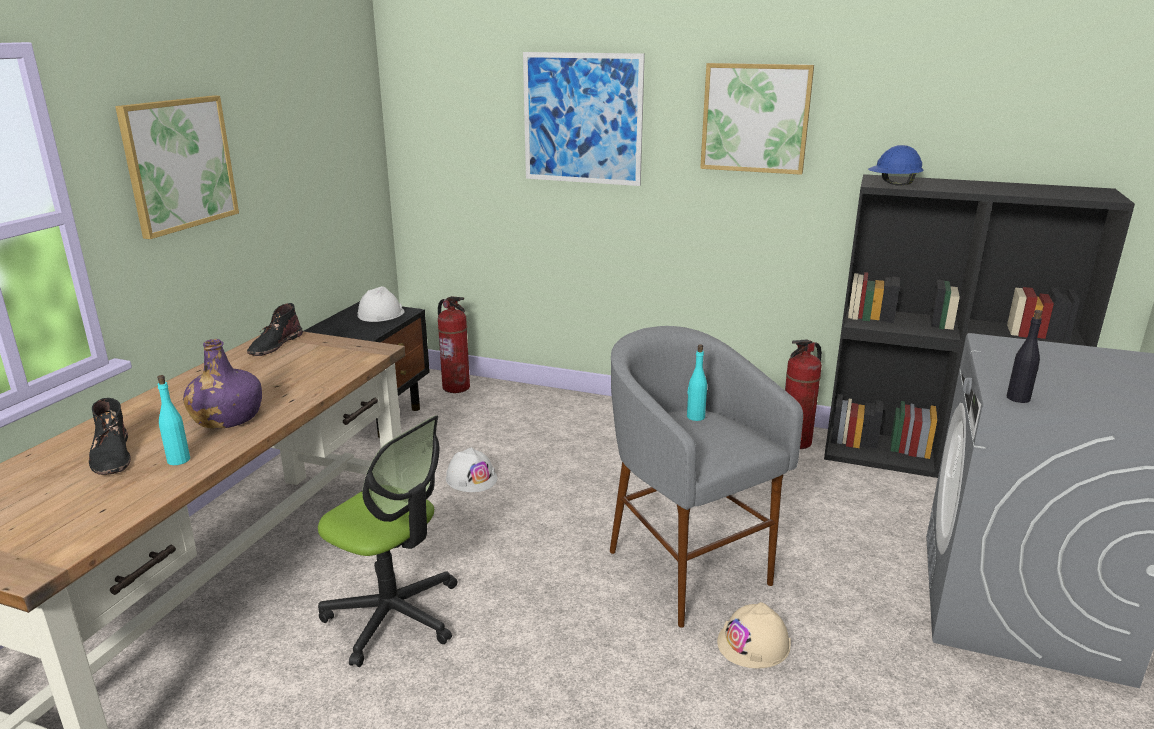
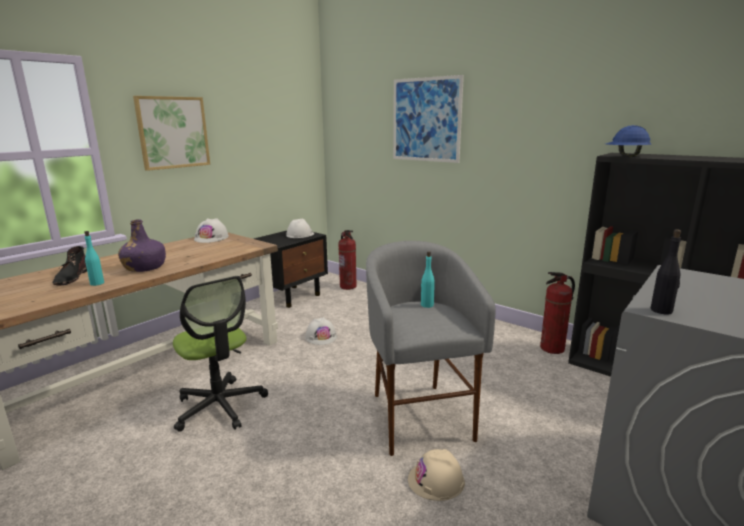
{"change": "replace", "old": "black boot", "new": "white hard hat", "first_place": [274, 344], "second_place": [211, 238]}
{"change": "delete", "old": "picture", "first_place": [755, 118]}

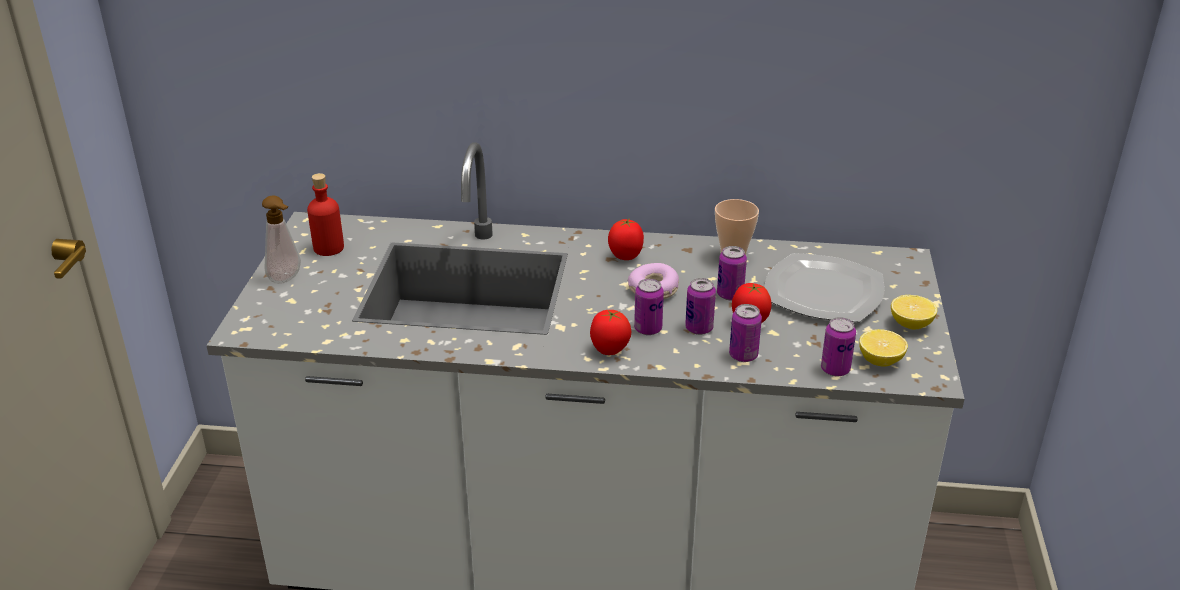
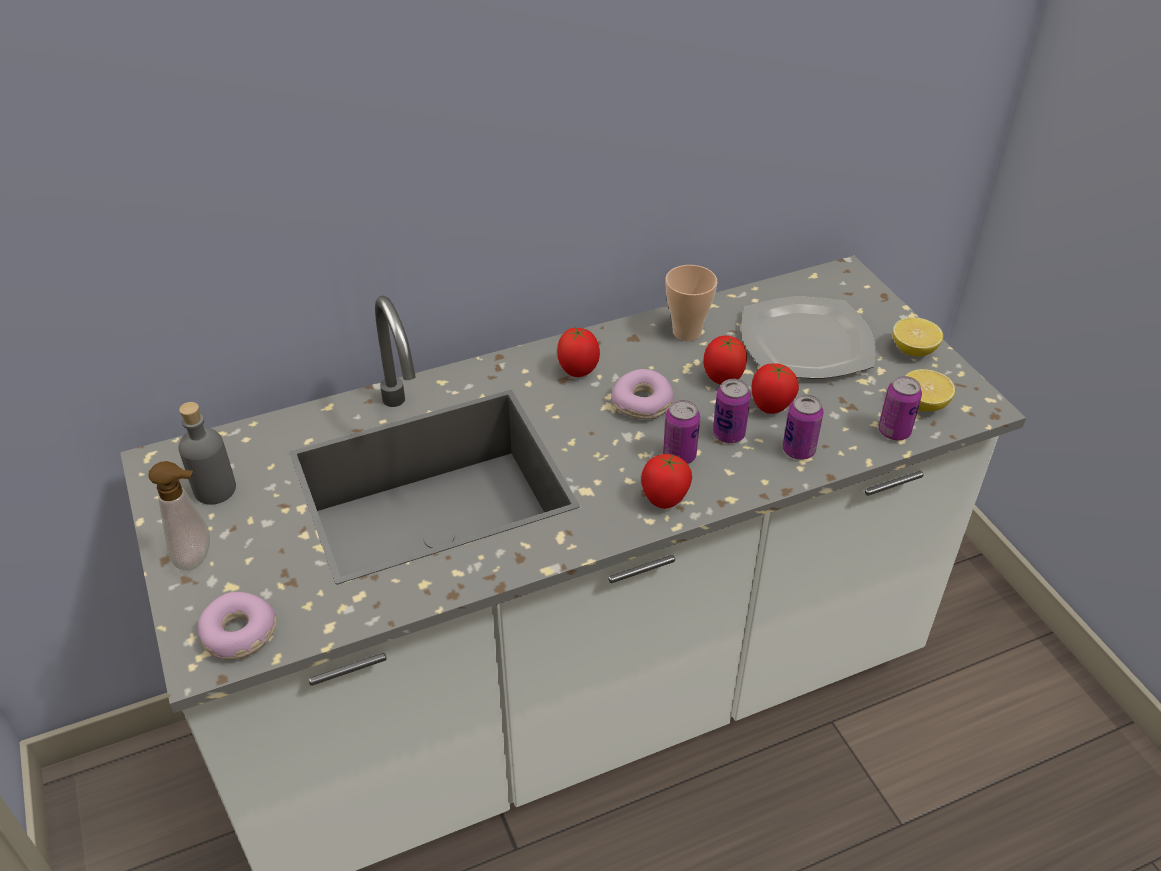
{"change": "recolor", "old": "red bottle", "new": "grey bottle", "first_place": [328, 248], "second_place": [215, 489]}
{"change": "insert", "new": "donut", "second_place": [238, 634]}
{"change": "replace", "old": "can", "new": "tomato", "first_place": [730, 295], "second_place": [722, 379]}

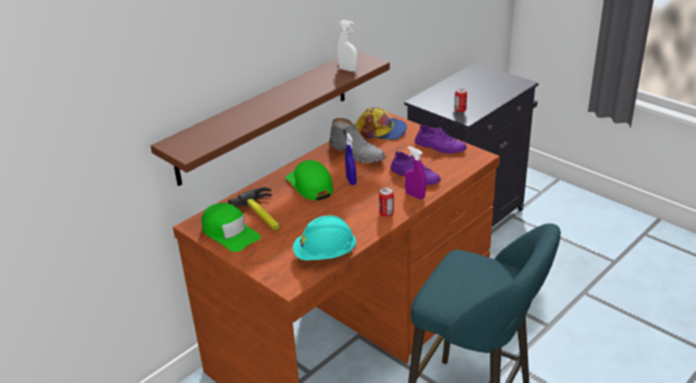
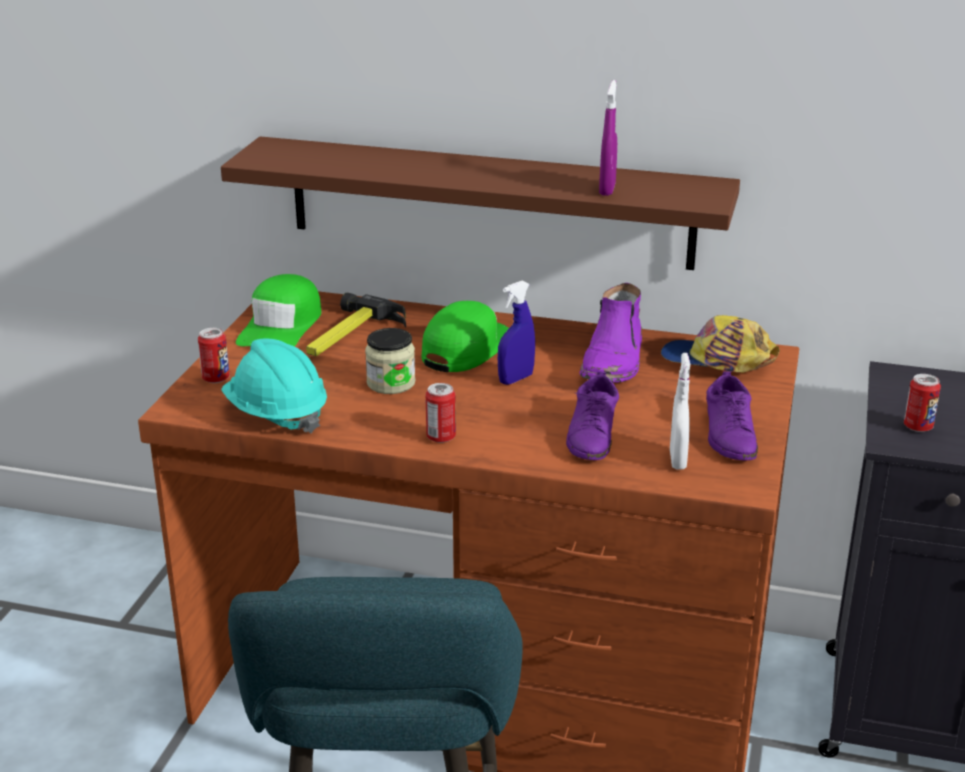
{"change": "insert", "new": "can", "second_place": [216, 378]}
{"change": "insert", "new": "jar", "second_place": [391, 383]}
{"change": "recolor", "old": "grey boot", "new": "purple boot", "first_place": [358, 153], "second_place": [614, 361]}
{"change": "move", "old": "purple spray bottle", "first_place": [415, 196], "second_place": [607, 189]}
{"change": "rotate", "old": "cap", "first_place": [380, 130], "second_place": [717, 361], "degrees": 120}
{"change": "move", "old": "white spray bottle", "first_place": [348, 70], "second_place": [677, 460]}

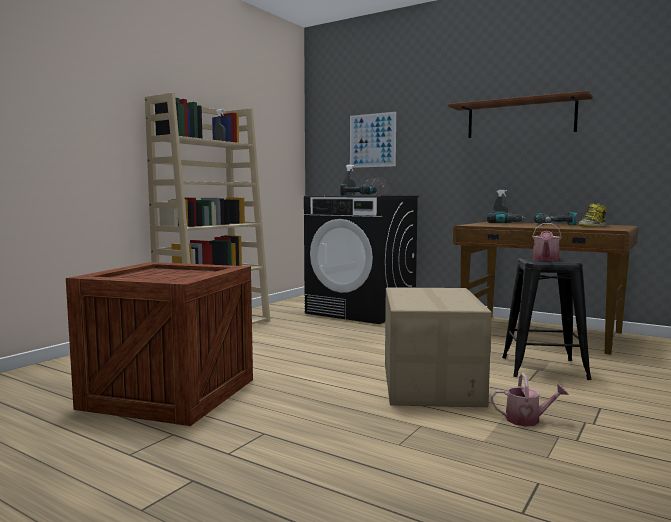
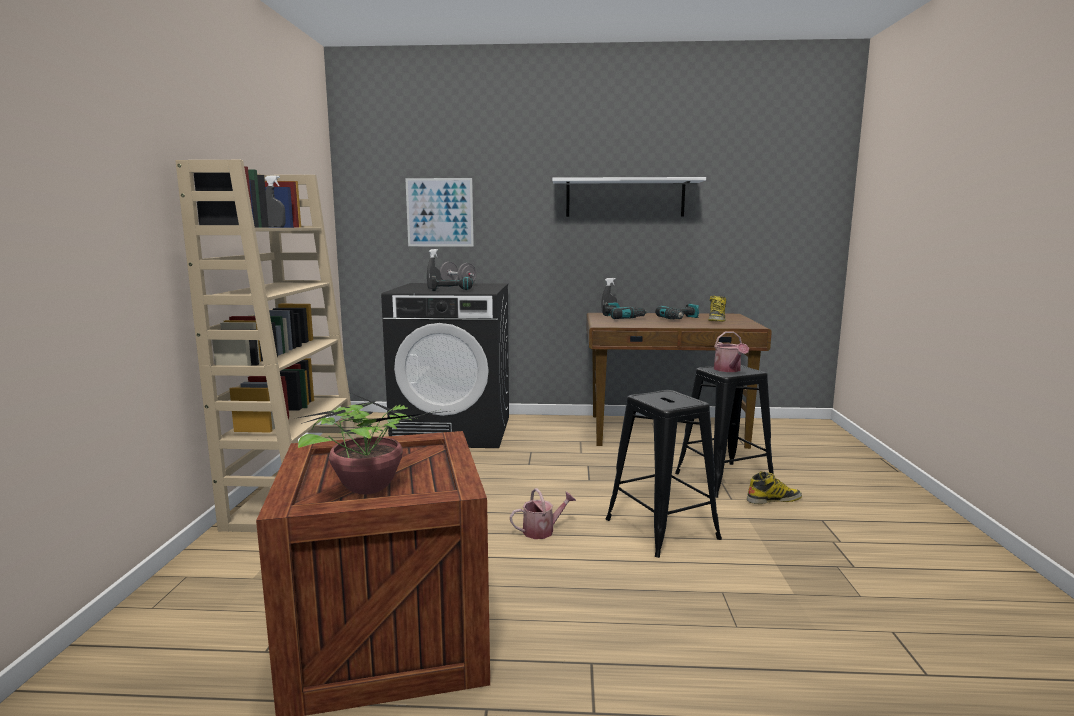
{"change": "insert", "new": "potted plant", "second_place": [367, 486]}
{"change": "move", "old": "watering can", "first_place": [527, 420], "second_place": [542, 530]}
{"change": "recolor", "old": "brown shelf", "new": "white shelf", "first_place": [520, 118], "second_place": [625, 198]}
{"change": "replace", "old": "cardboard box", "new": "black stool", "first_place": [432, 384], "second_place": [661, 528]}
{"change": "insert", "new": "boot", "second_place": [773, 499]}

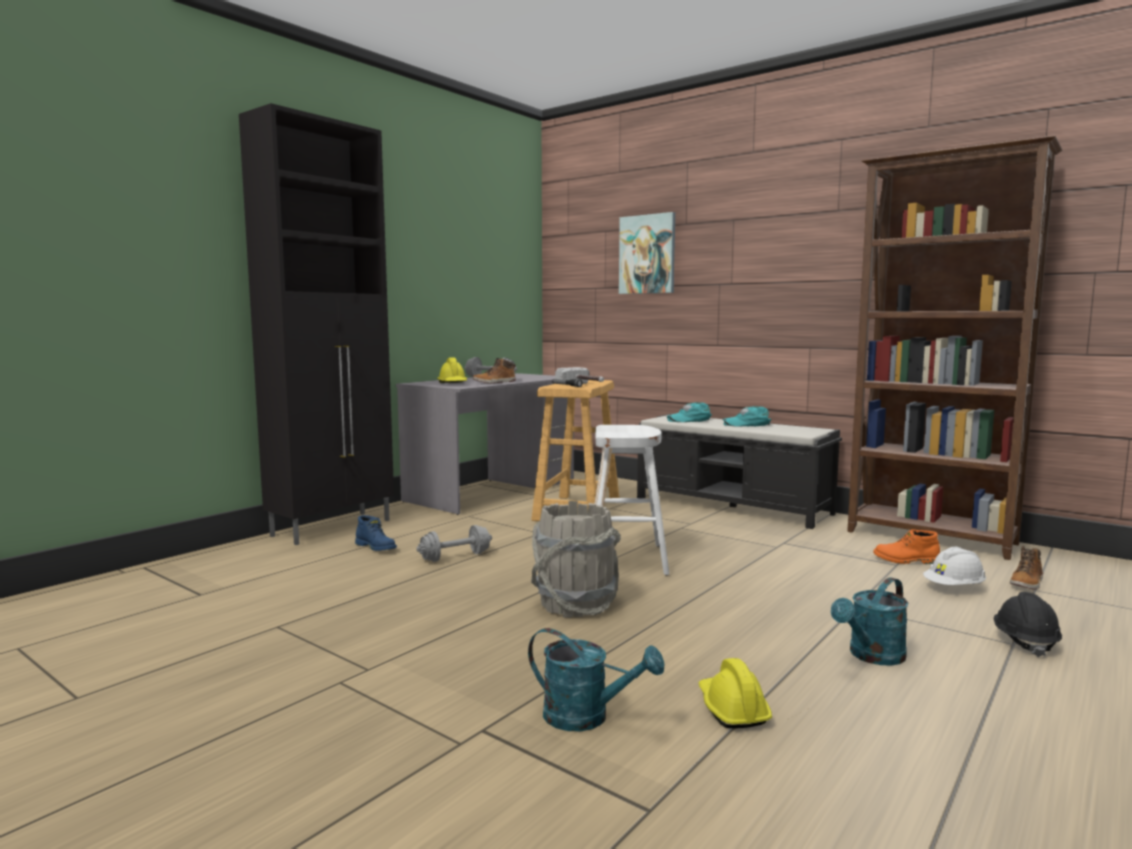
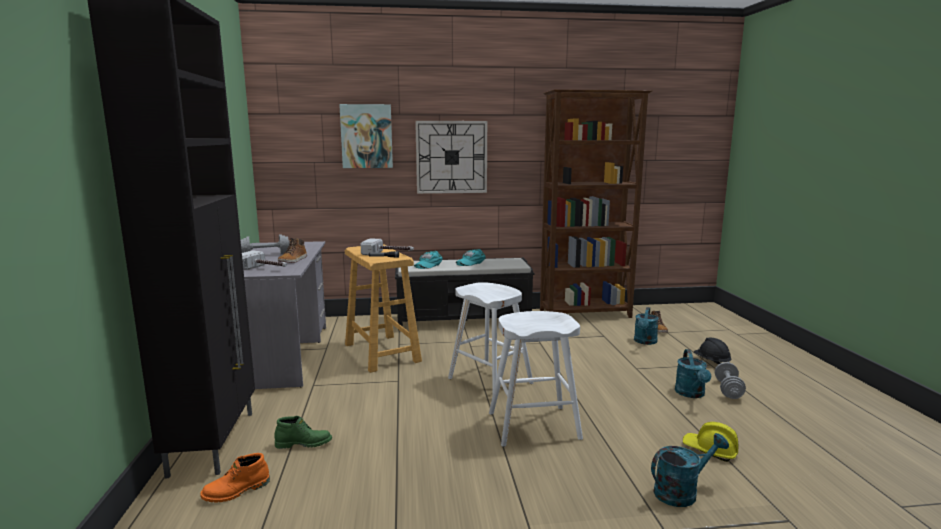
{"change": "move", "old": "orange boot", "first_place": [906, 560], "second_place": [236, 491]}
{"change": "replace", "old": "yellow hard hat", "new": "hammer", "first_place": [453, 384], "second_place": [264, 268]}
{"change": "recolor", "old": "blue boot", "new": "green boot", "first_place": [376, 547], "second_place": [304, 443]}
{"change": "insert", "new": "wall clock", "second_place": [451, 157]}
{"change": "replace", "old": "grey bucket", "new": "white stool", "first_place": [575, 604], "second_place": [533, 426]}
{"change": "replace", "old": "white hard hat", "new": "turquoise watering can", "first_place": [954, 588], "second_place": [645, 342]}
{"change": "move", "old": "grey dumbbell", "first_place": [455, 557], "second_place": [728, 390]}

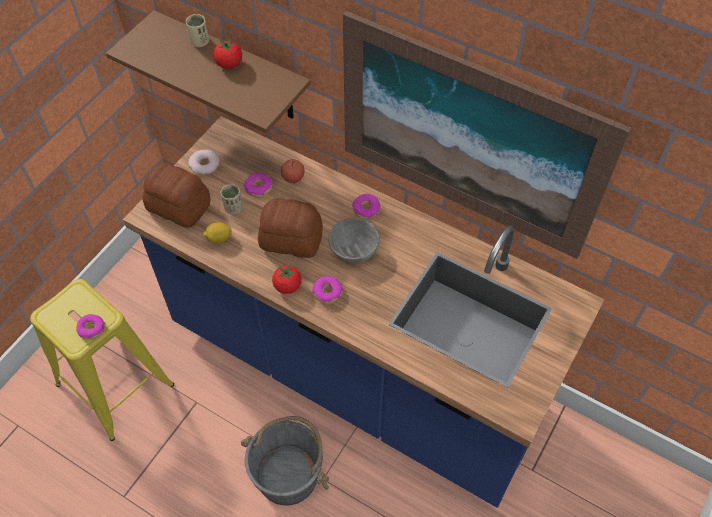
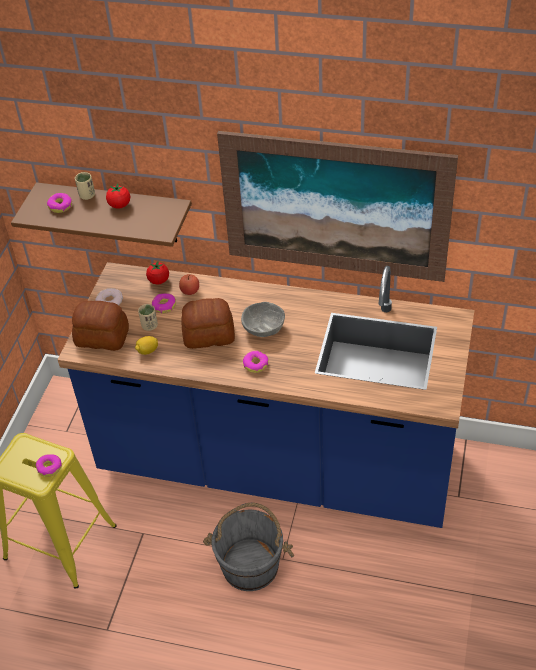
{"change": "move", "old": "donut", "first_place": [366, 209], "second_place": [60, 206]}
{"change": "move", "old": "tomato", "first_place": [287, 286], "second_place": [159, 281]}

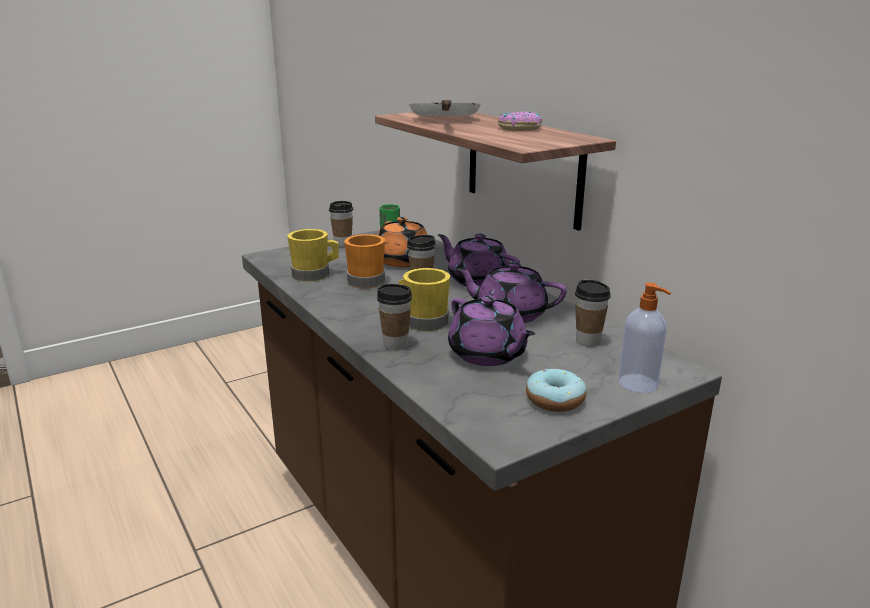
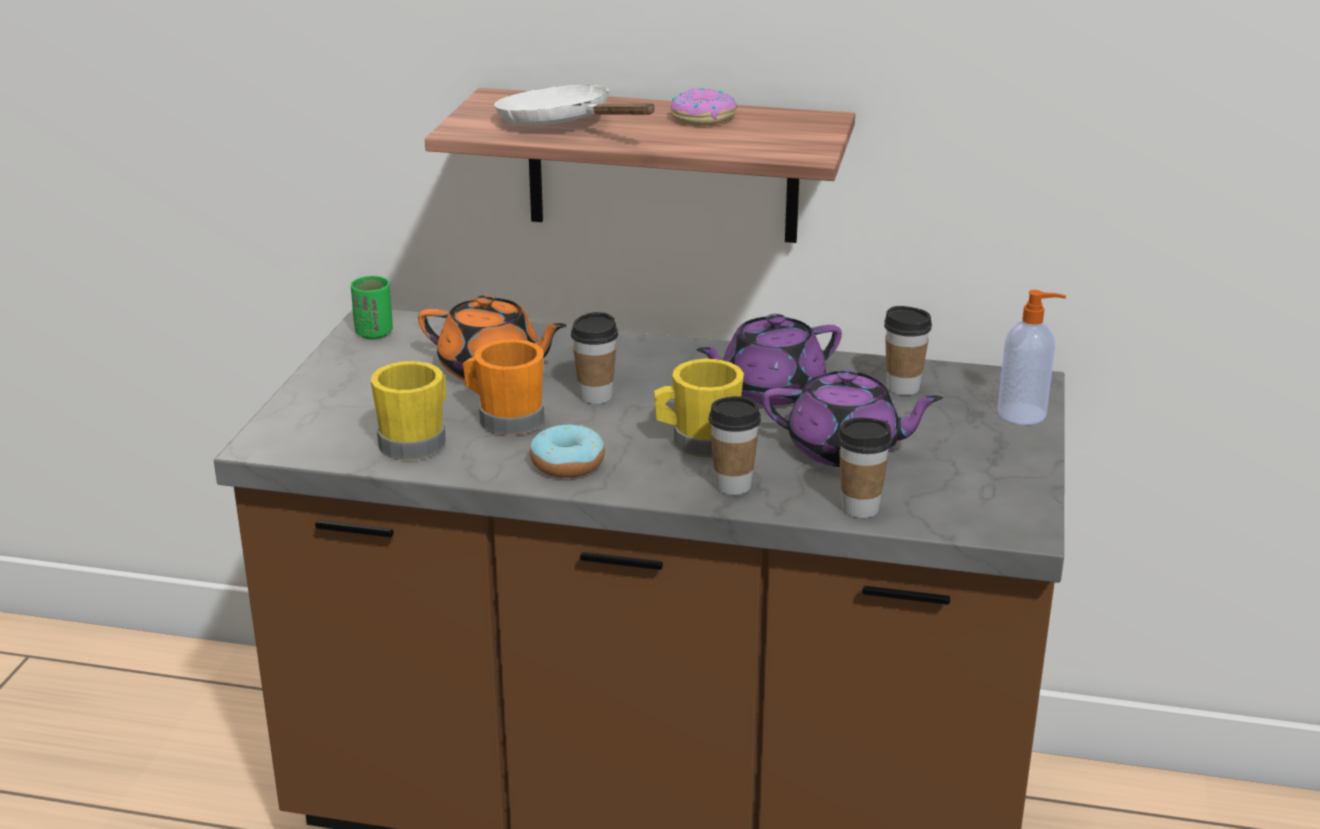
{"change": "move", "old": "donut", "first_place": [555, 400], "second_place": [567, 464]}
{"change": "move", "old": "cup", "first_place": [343, 244], "second_place": [860, 508]}
{"change": "delete", "old": "purple teapot", "first_place": [477, 280]}

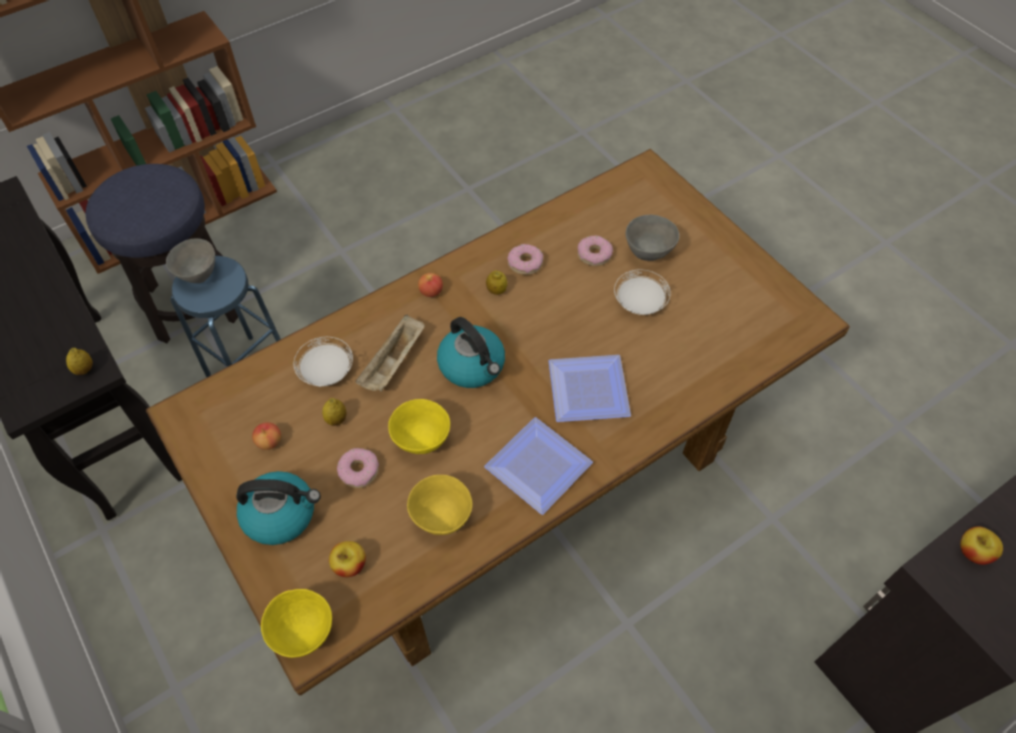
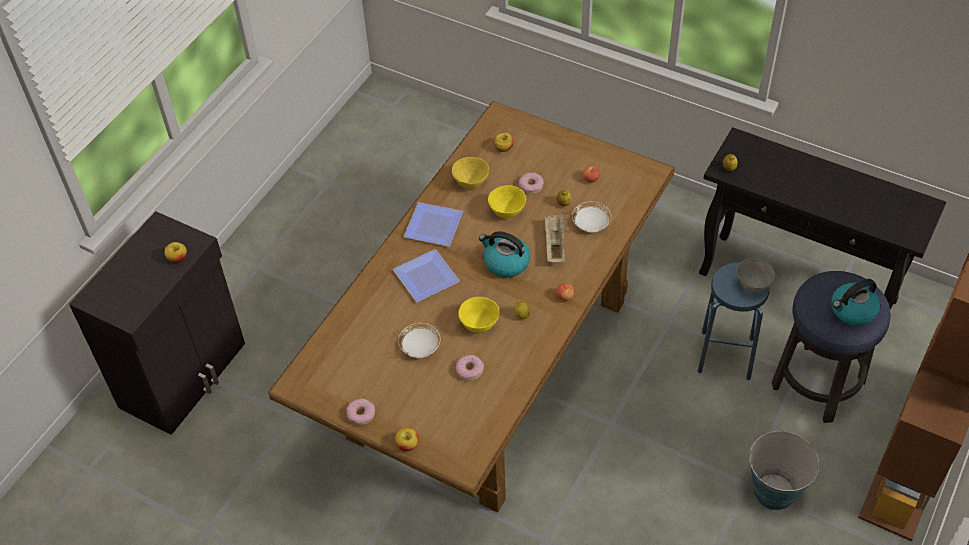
{"change": "move", "old": "donut", "first_place": [525, 263], "second_place": [361, 414]}
{"change": "insert", "new": "apple", "second_place": [407, 445]}
{"change": "move", "old": "yellow bowl", "first_place": [303, 633], "second_place": [479, 325]}
{"change": "insert", "new": "bucket", "second_place": [774, 491]}
{"change": "move", "old": "kettle", "first_place": [281, 514], "second_place": [852, 311]}
{"change": "delete", "old": "grey bowl", "first_place": [648, 252]}

